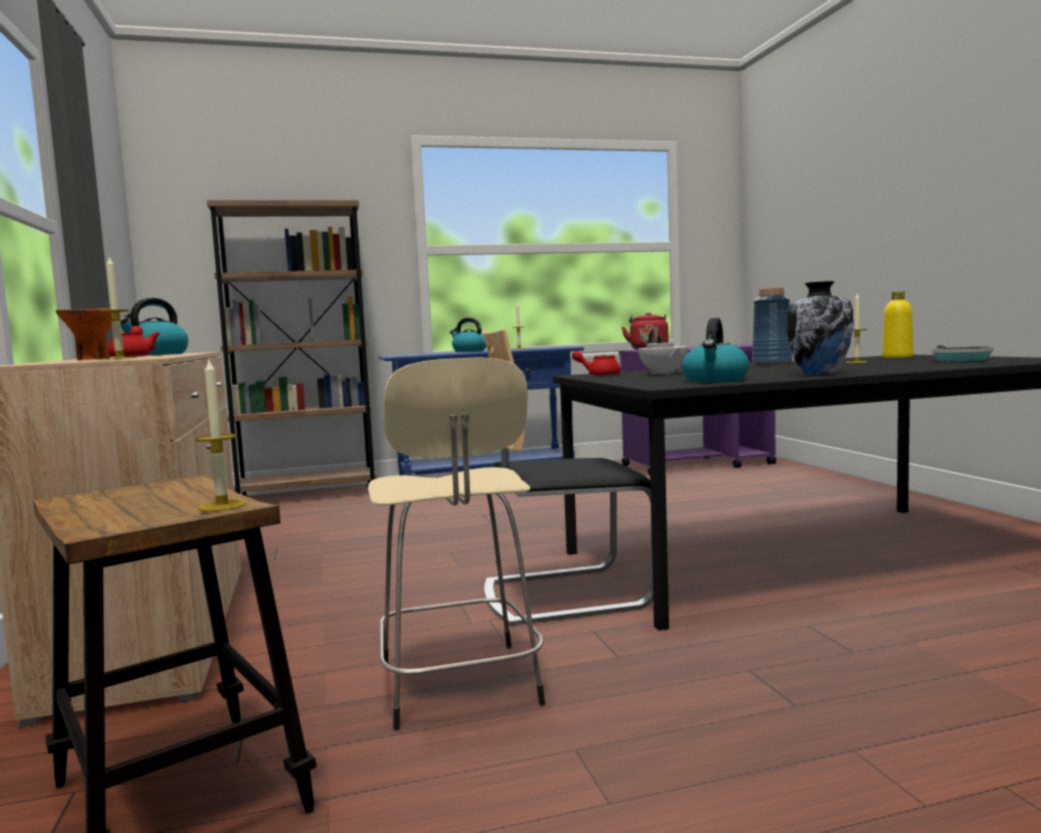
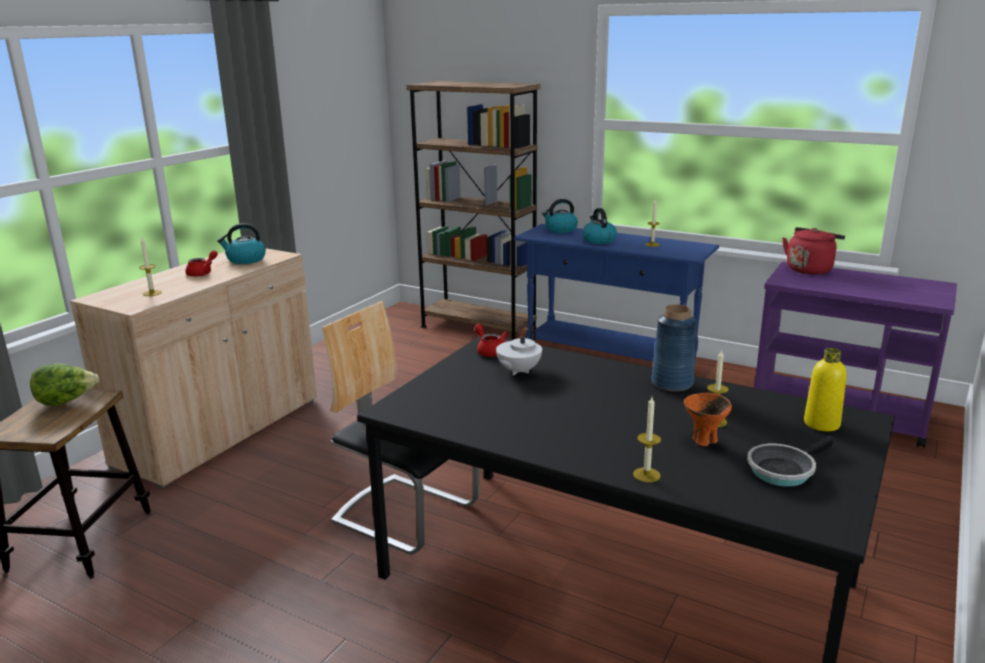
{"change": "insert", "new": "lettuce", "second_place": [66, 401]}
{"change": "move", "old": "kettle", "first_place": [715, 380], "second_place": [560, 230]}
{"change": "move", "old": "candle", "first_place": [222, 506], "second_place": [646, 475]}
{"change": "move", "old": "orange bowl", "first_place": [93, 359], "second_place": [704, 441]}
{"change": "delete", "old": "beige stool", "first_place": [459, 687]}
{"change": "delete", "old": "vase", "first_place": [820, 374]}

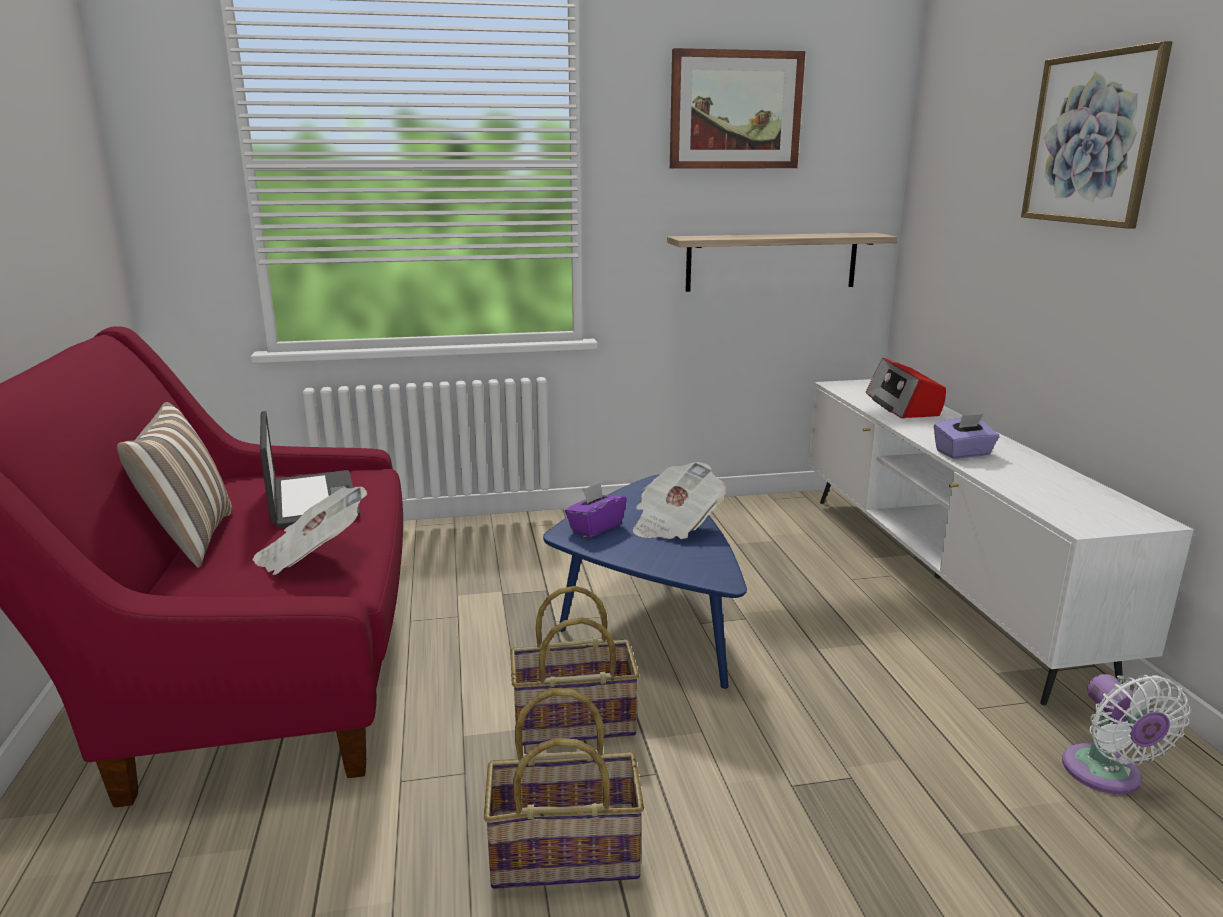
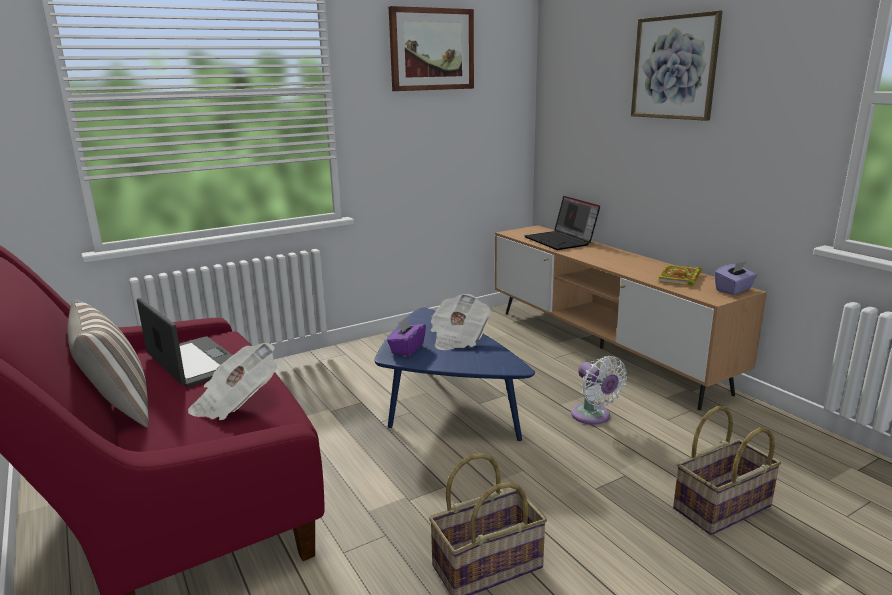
{"change": "recolor", "old": "white tv stand", "new": "brown tv stand", "first_place": [936, 577], "second_place": [601, 348]}
{"change": "replace", "old": "radio", "new": "laptop", "first_place": [903, 405], "second_place": [561, 241]}
{"change": "move", "old": "white fan", "first_place": [1106, 776], "second_place": [593, 416]}
{"change": "insert", "new": "book", "second_place": [679, 278]}
{"change": "move", "old": "basket", "first_place": [573, 723], "second_place": [723, 508]}
{"change": "move", "old": "purple tissue box", "first_place": [963, 453], "second_place": [733, 290]}
{"change": "delete", "old": "shelf", "first_place": [772, 262]}

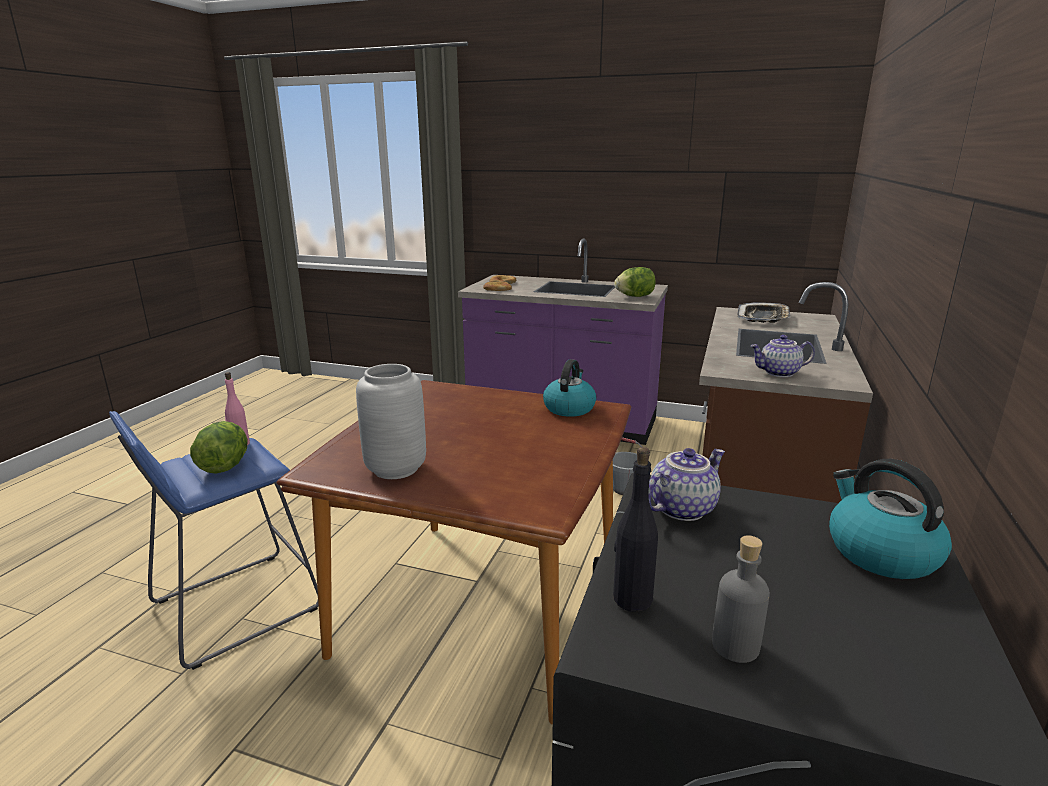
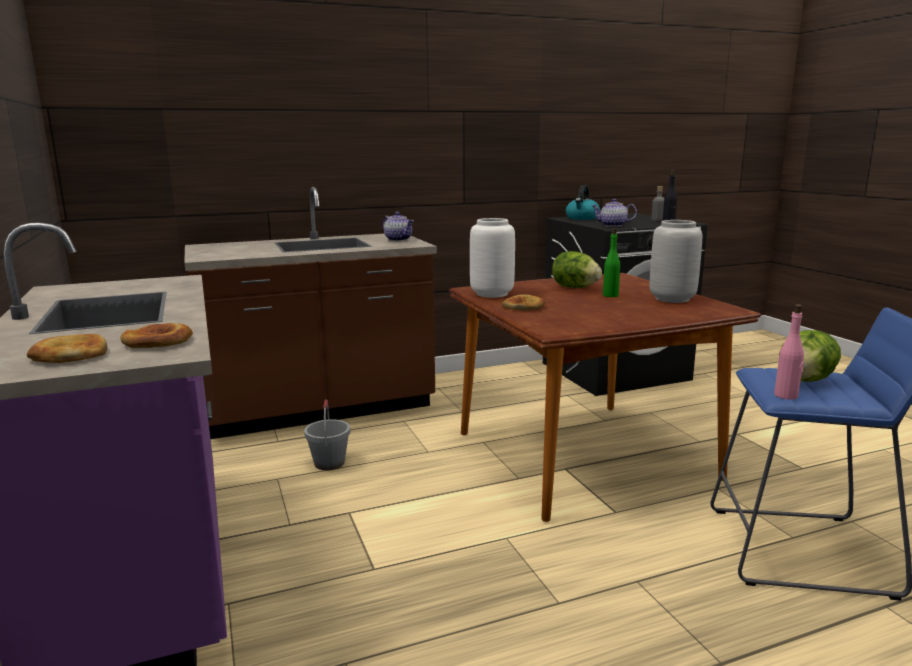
{"change": "replace", "old": "kettle", "new": "white vase", "first_place": [569, 408], "second_place": [493, 294]}
{"change": "insert", "new": "bread", "second_place": [524, 307]}
{"change": "move", "old": "lettuce", "first_place": [635, 296], "second_place": [575, 288]}
{"change": "insert", "new": "green bottle", "second_place": [610, 295]}
{"change": "delete", "old": "tray", "first_place": [763, 318]}

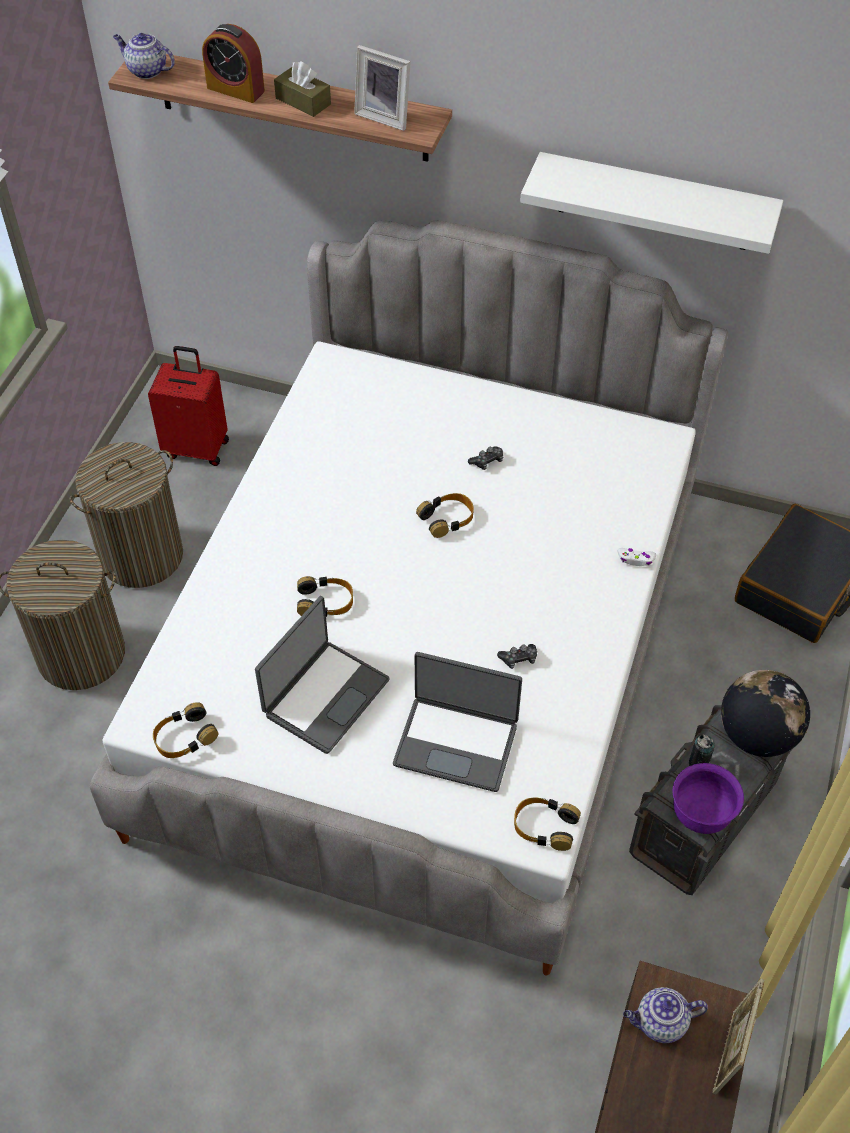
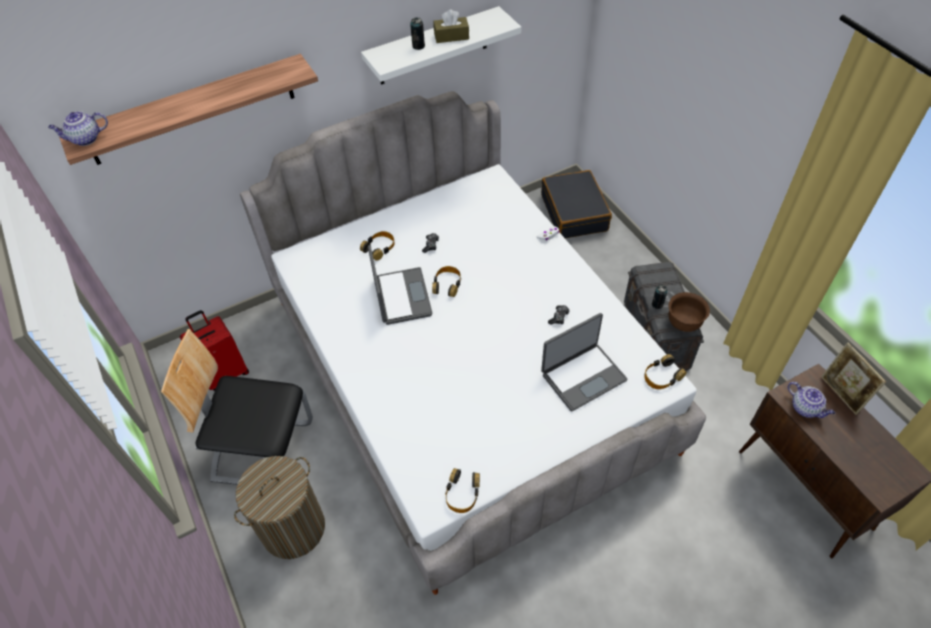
{"change": "replace", "old": "laundry basket", "new": "chair", "first_place": [141, 555], "second_place": [263, 450]}
{"change": "move", "old": "headphones", "first_place": [325, 601], "second_place": [379, 248]}
{"change": "move", "old": "laptop", "first_place": [324, 696], "second_place": [401, 297]}
{"change": "insert", "new": "can", "second_place": [418, 46]}
{"change": "move", "old": "brown tissue box", "first_place": [303, 101], "second_place": [451, 36]}
{"change": "recolor", "old": "purple bowl", "new": "brown bowl", "first_place": [701, 814], "second_place": [684, 323]}
{"change": "rotate", "old": "teapot", "first_place": [660, 1023], "second_place": [806, 408], "degrees": -75}
{"change": "delete", "old": "alarm clock", "first_place": [235, 89]}
{"change": "delete", "old": "picture frame", "first_place": [385, 116]}
{"change": "delete", "old": "globe", "first_place": [757, 735]}

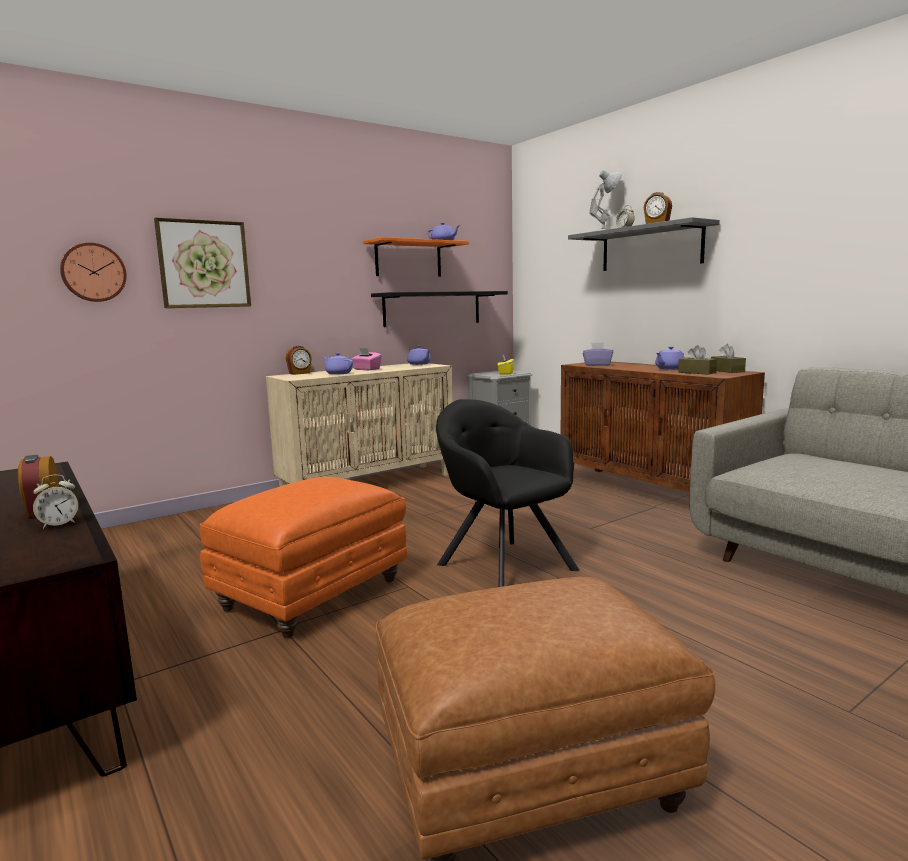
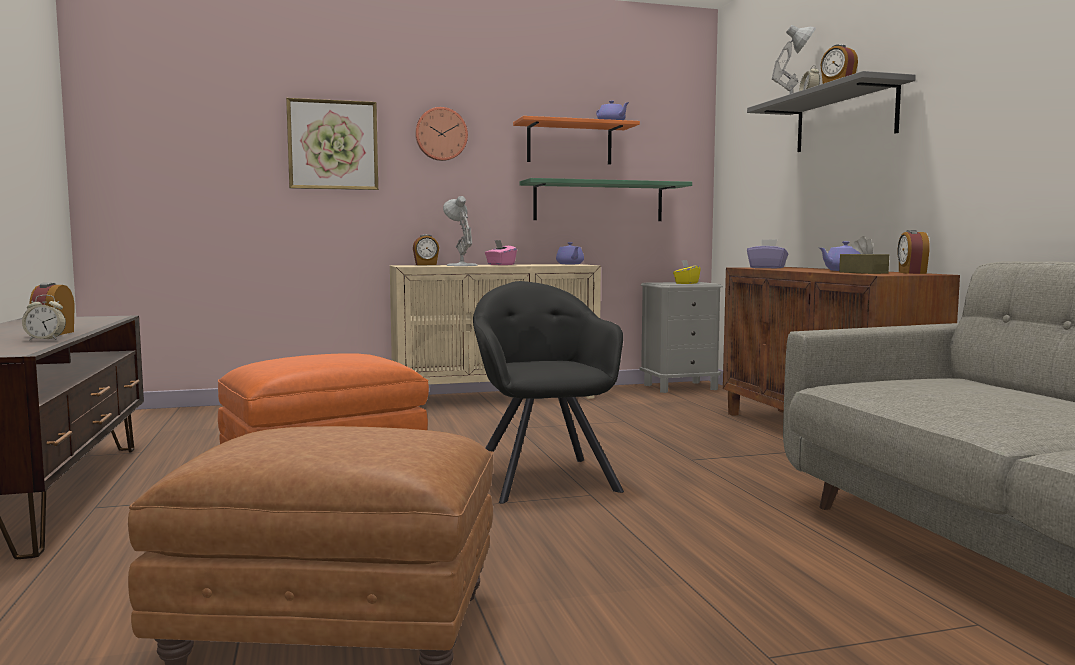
{"change": "move", "old": "wall clock", "first_place": [93, 272], "second_place": [441, 134]}
{"change": "replace", "old": "purple teapot", "new": "white table lamp", "first_place": [338, 373], "second_place": [460, 265]}
{"change": "recolor", "old": "black shelf", "new": "green shelf", "first_place": [432, 308], "second_place": [598, 201]}
{"change": "replace", "old": "brown tissue box", "new": "alarm clock", "first_place": [727, 371], "second_place": [911, 273]}

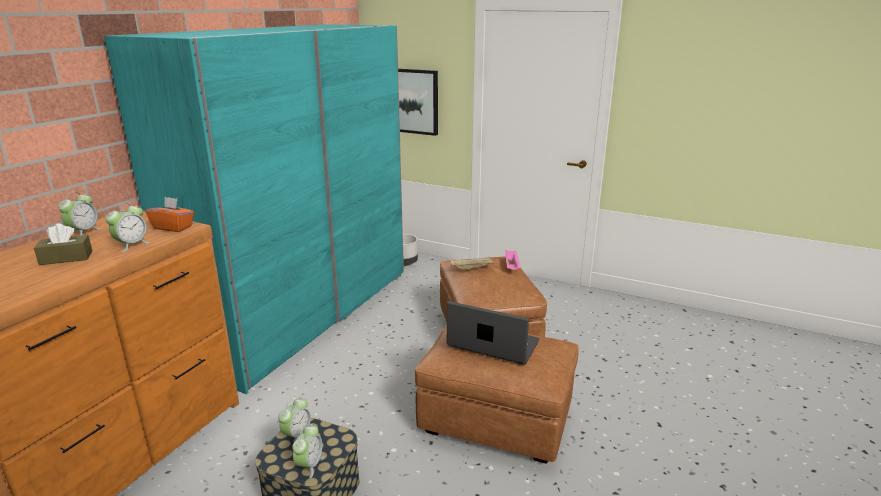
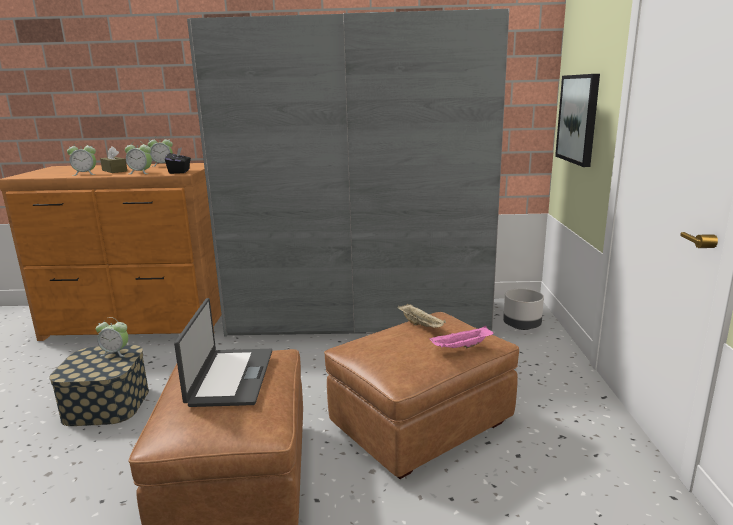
{"change": "move", "old": "alarm clock", "first_place": [309, 465], "second_place": [85, 174]}
{"change": "recolor", "old": "orange tissue box", "new": "black tissue box", "first_place": [173, 227], "second_place": [180, 172]}
{"change": "recolor", "old": "turquoise wardrobe", "new": "grey wardrobe", "first_place": [305, 315], "second_place": [359, 317]}

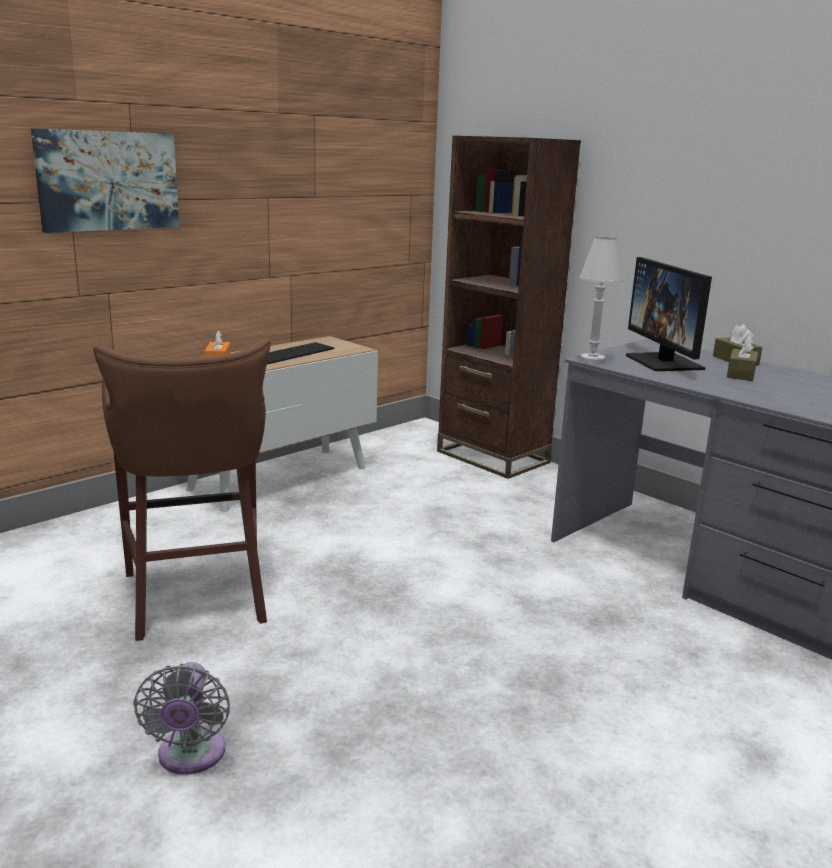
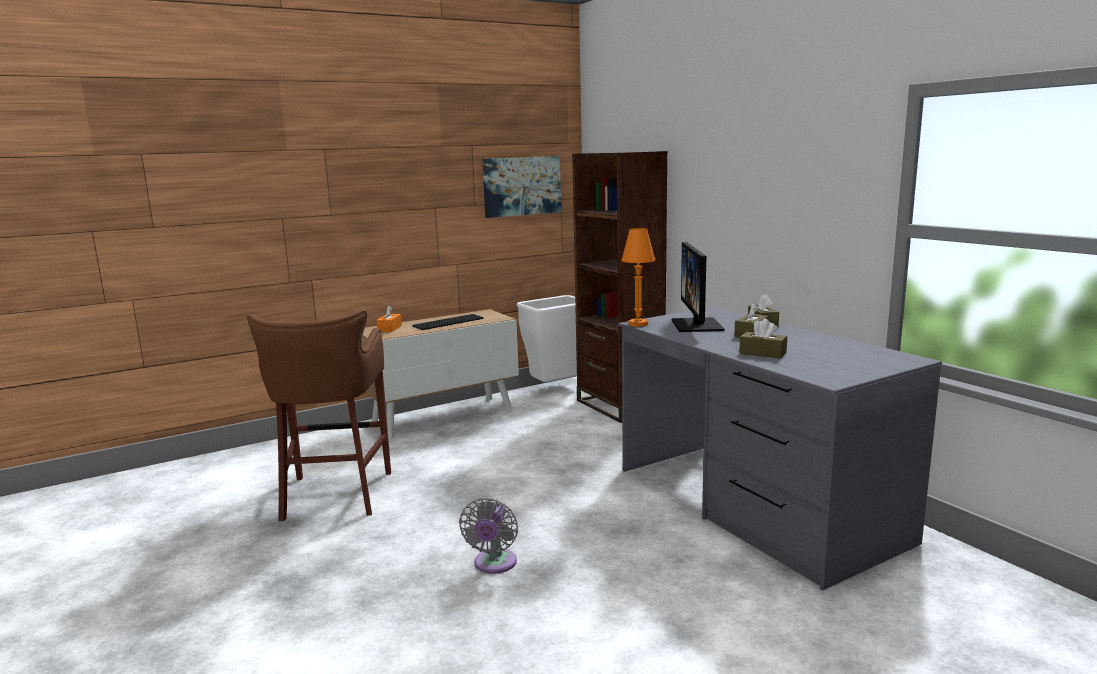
{"change": "move", "old": "grey fan", "first_place": [190, 757], "second_place": [494, 564]}
{"change": "move", "old": "picture", "first_place": [108, 181], "second_place": [522, 186]}
{"change": "insert", "new": "white trash can", "second_place": [556, 388]}
{"change": "recolor", "old": "white table lamp", "new": "orange table lamp", "first_place": [592, 360], "second_place": [638, 324]}
{"change": "insert", "new": "brown tissue box", "second_place": [762, 353]}

